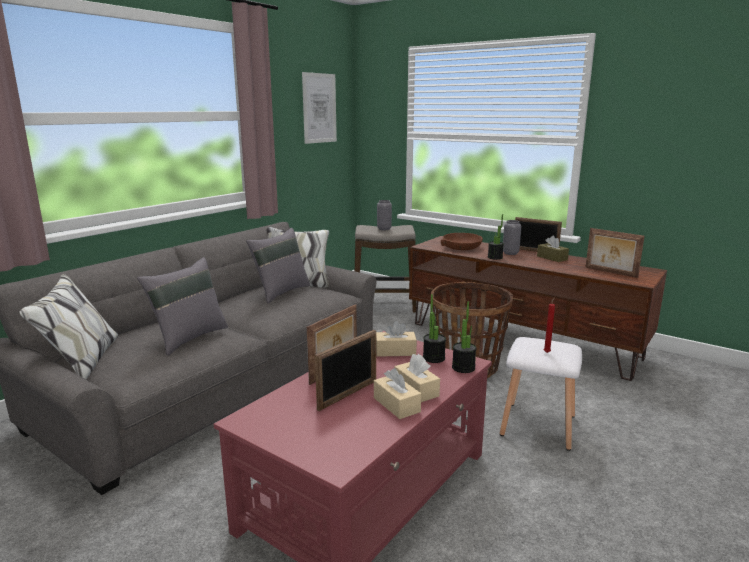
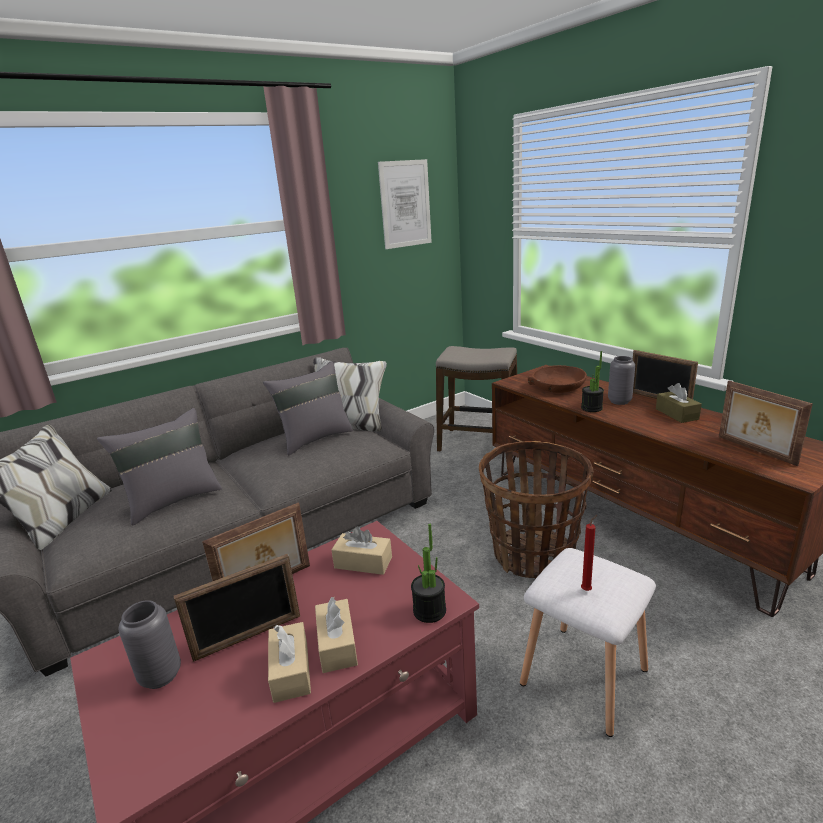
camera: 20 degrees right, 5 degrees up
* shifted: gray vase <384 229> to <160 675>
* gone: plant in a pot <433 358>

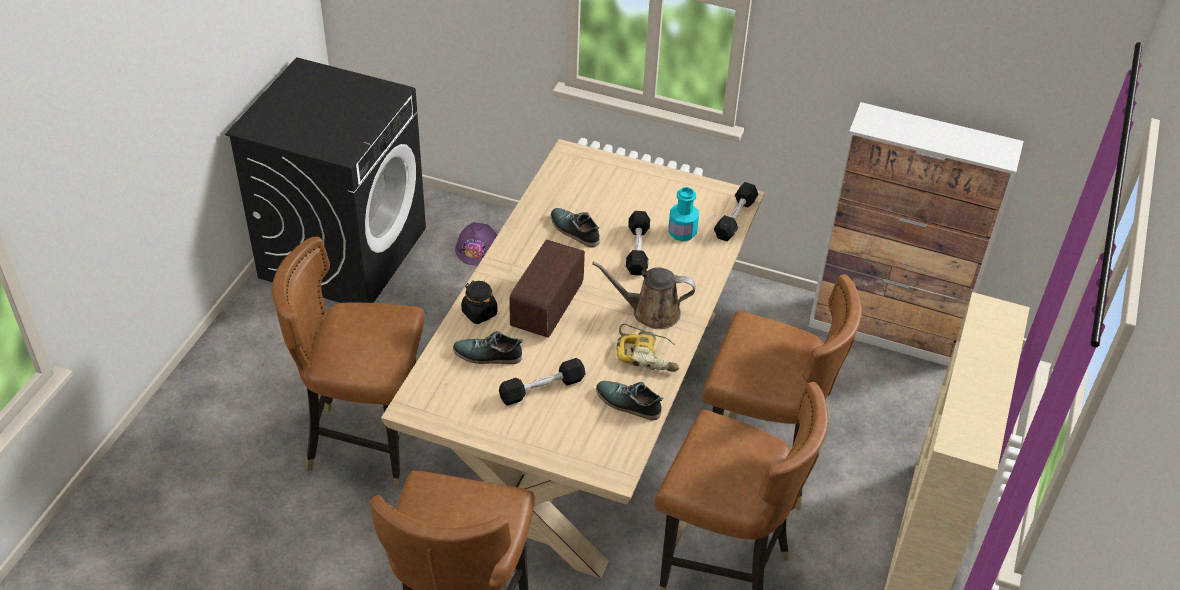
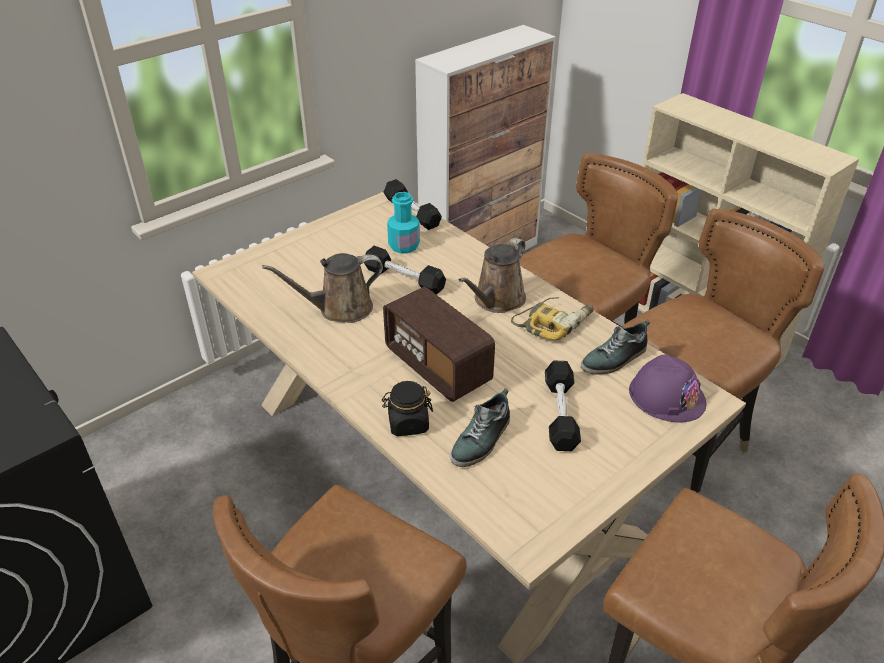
camera: 60 degrees left, 5 degrees down
* shifted: purple-coloured safety helmet <478 248> to <667 396>
* swapped: shoe <574 231> to brown sprinkling can <340 309>

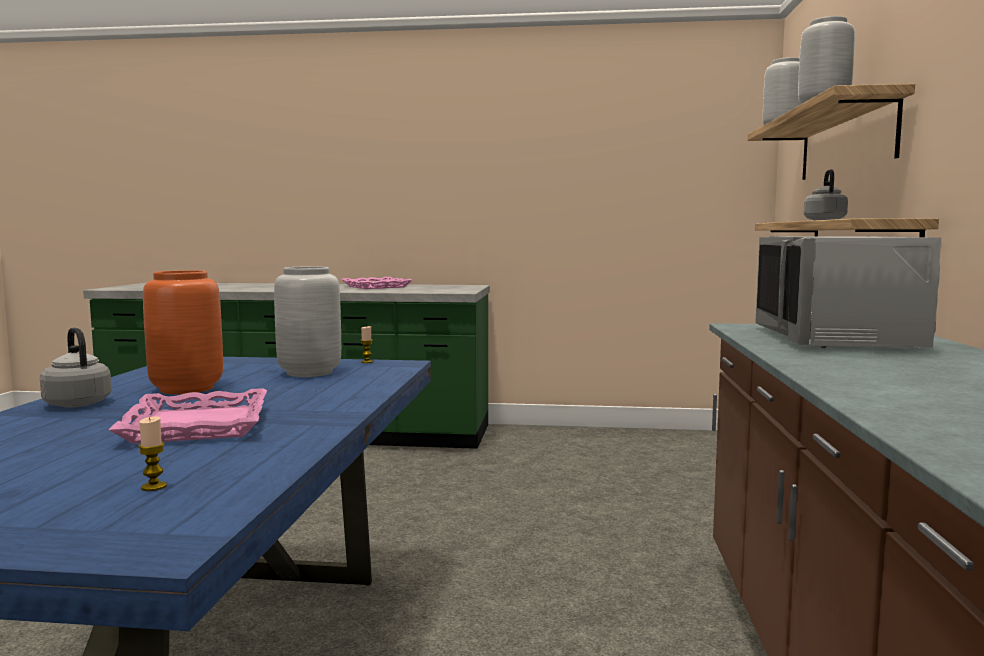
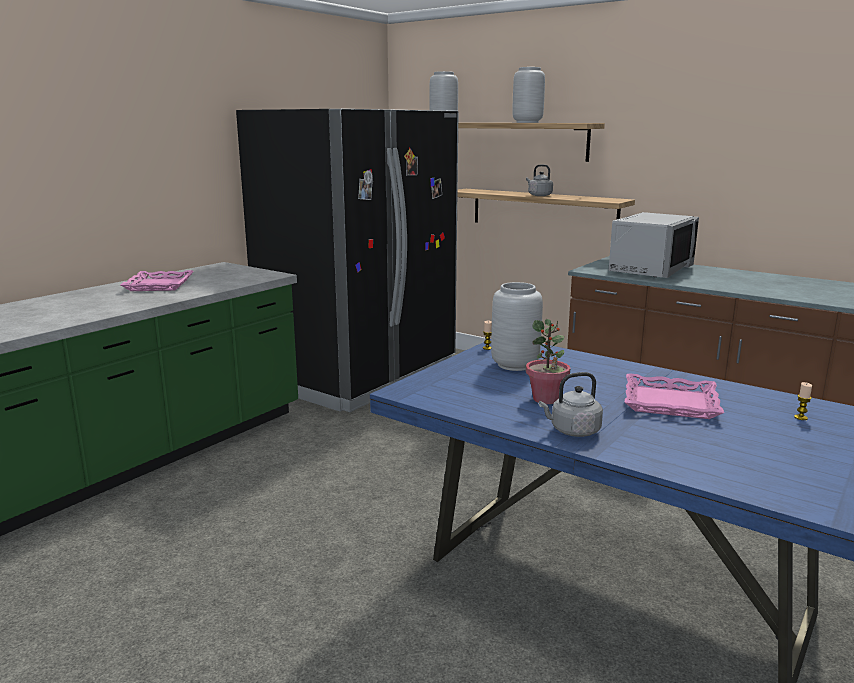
camera: 60 degrees left, 10 degrees up
* swapped: orange vase <187 389> to plant in a pot <546 399>
* rotated: gray microwave <837 339> = <649 270> 90 degrees counterclockwise
* new: blackish fridge <361 376>

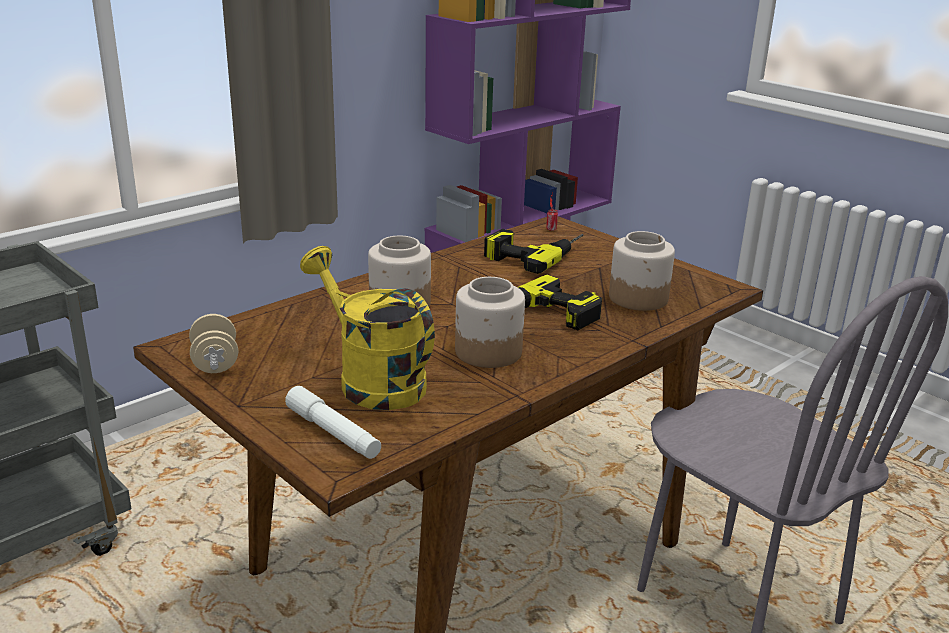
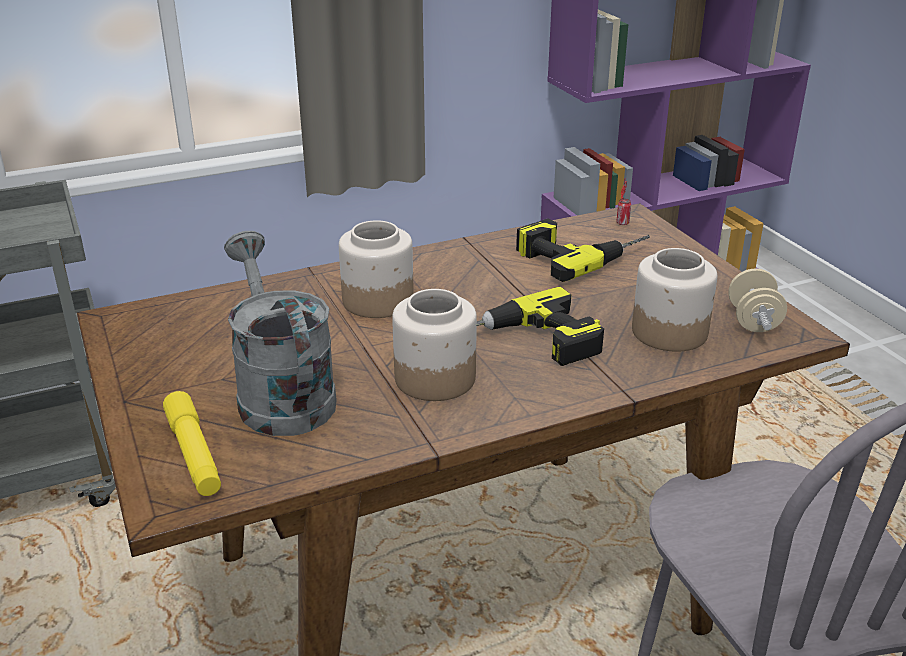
camera: 20 degrees right, 5 degrees up
* shifted: beige free weight <215 363> to <753 321>
* repainted: white flashlight <333 433> to yellow-coloured flashlight <194 454>
* repainted: yellow-coloured sprinkling can <372 380> to gray sprinkling can <281 394>

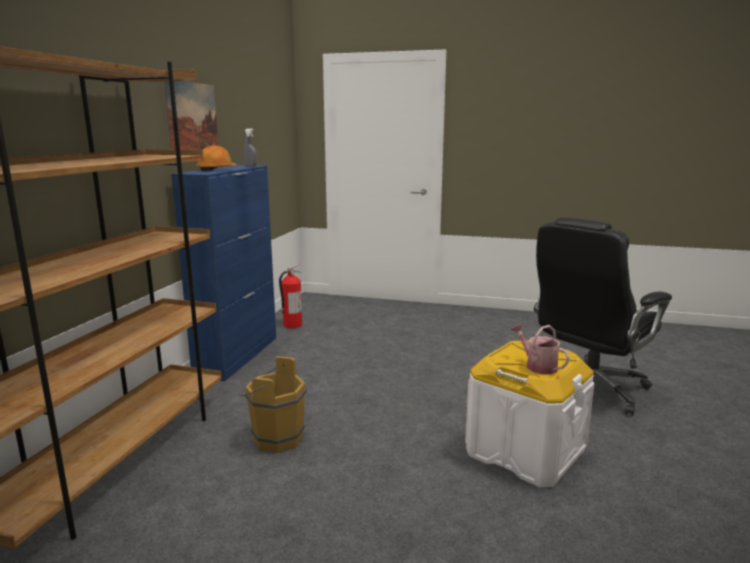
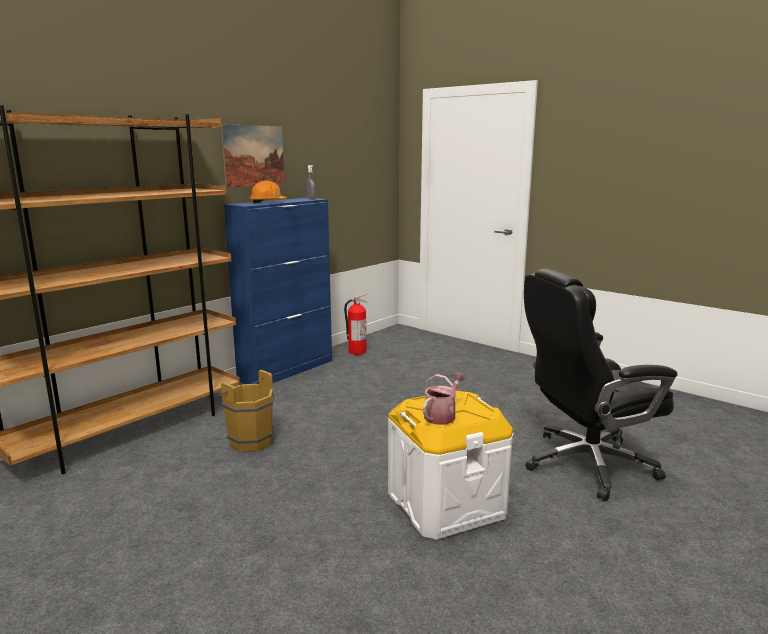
camera: 25 degrees right, 0 degrees up
* rotated: sprinkling can <537 366> = <442 416> 45 degrees clockwise

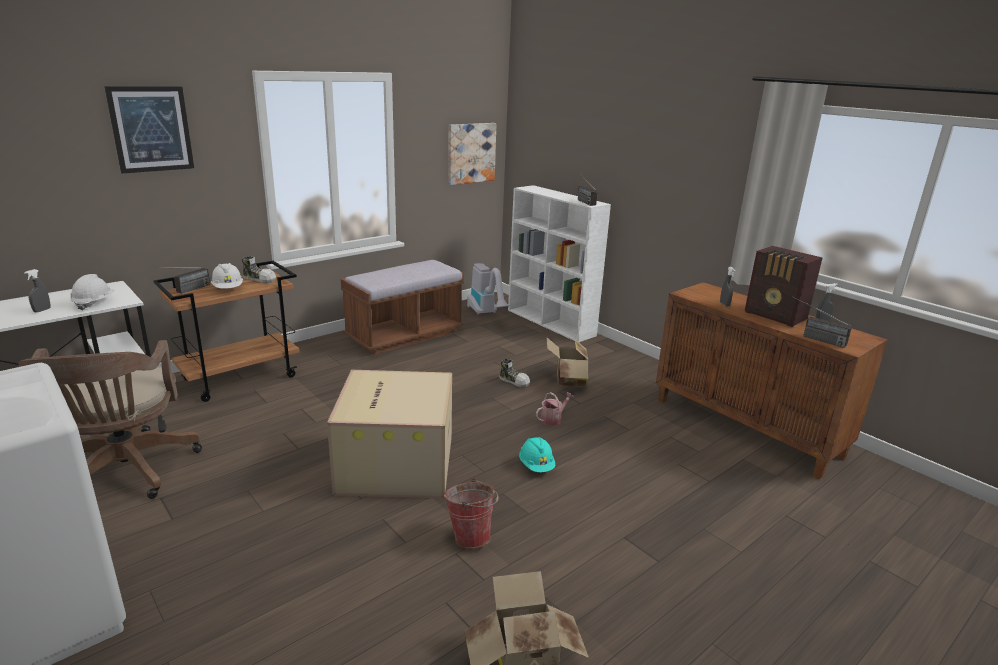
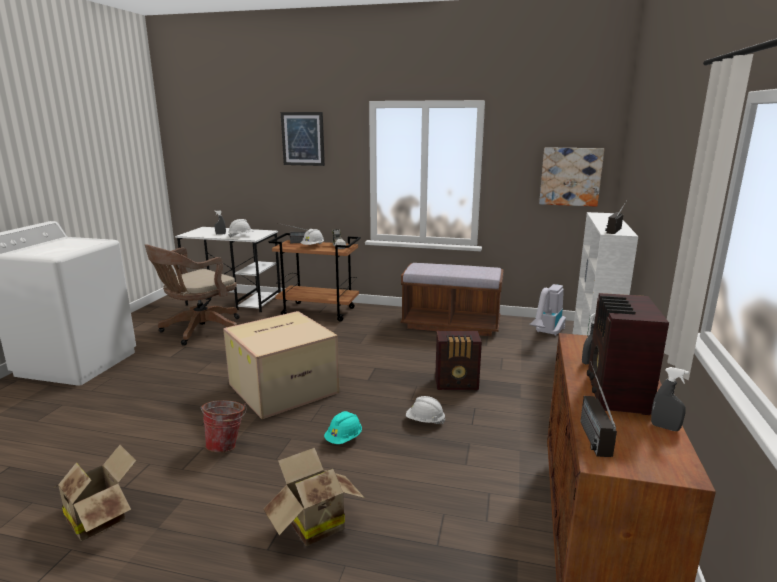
camera: 55 degrees right, 5 degrees down
* swapped: shoe <514 381> to radio set <457 384>
* swapped: sprinkling can <553 419> to white safety helmet <425 421>
* shifted: packing box <567 381> to <312 524>

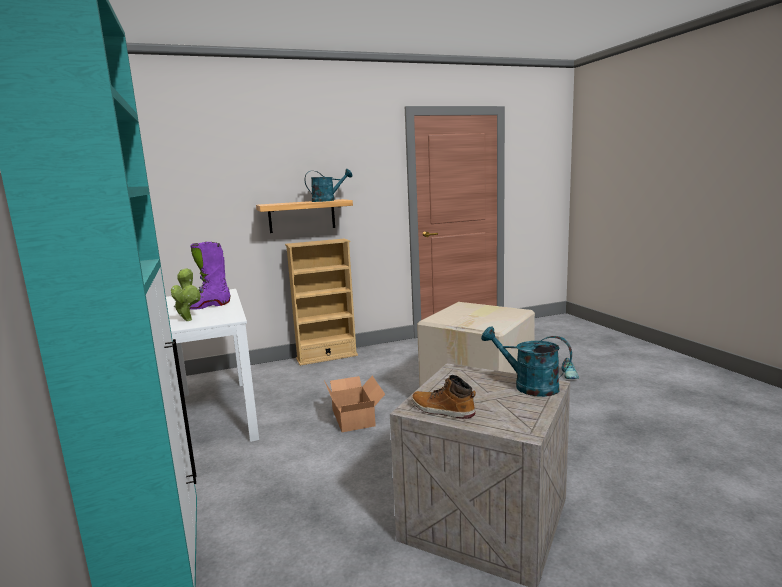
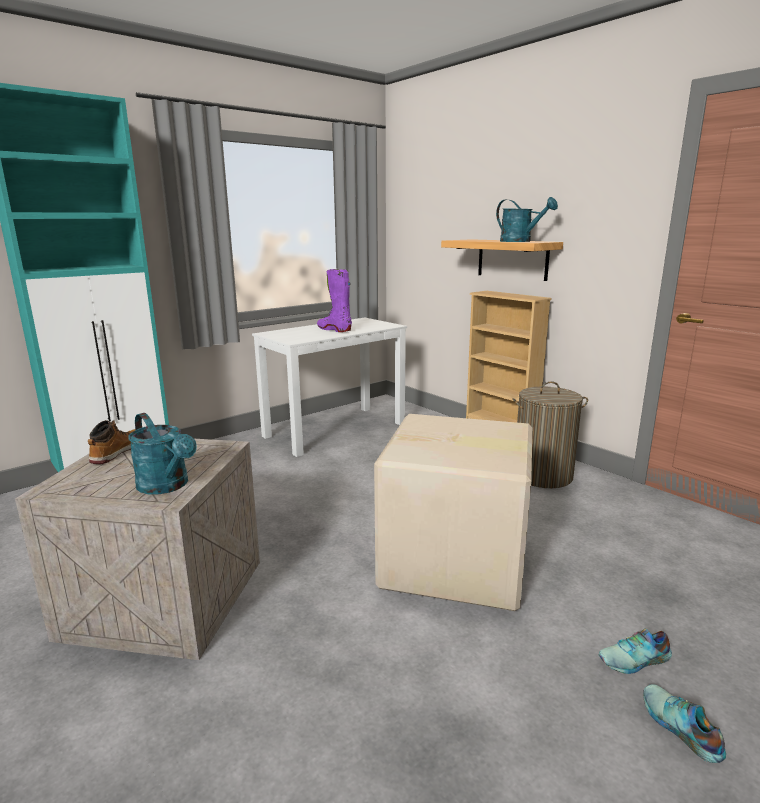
camera: 70 degrees right, 5 degrees up
* gone: plant in a pot <188 319>
* gone: packing box <355 417>
* rotated: turquoise sprinkling can <528 386> = <167 486> 120 degrees clockwise
* new: hamper <543 475>
* new: shoe <679 728>

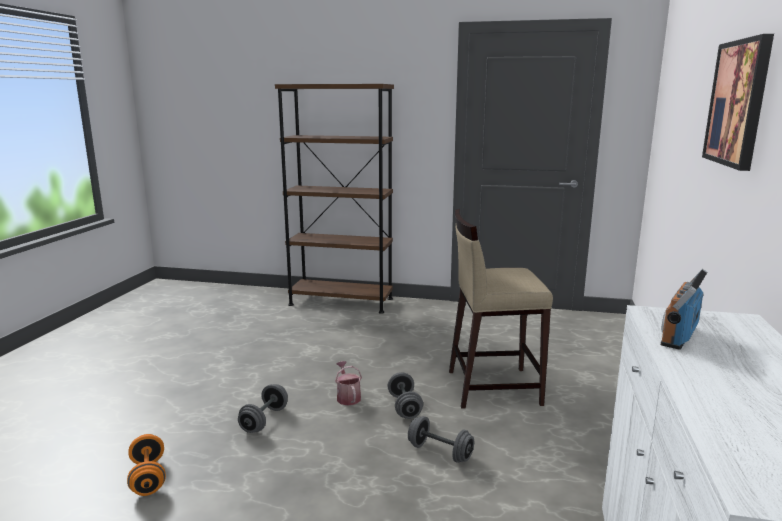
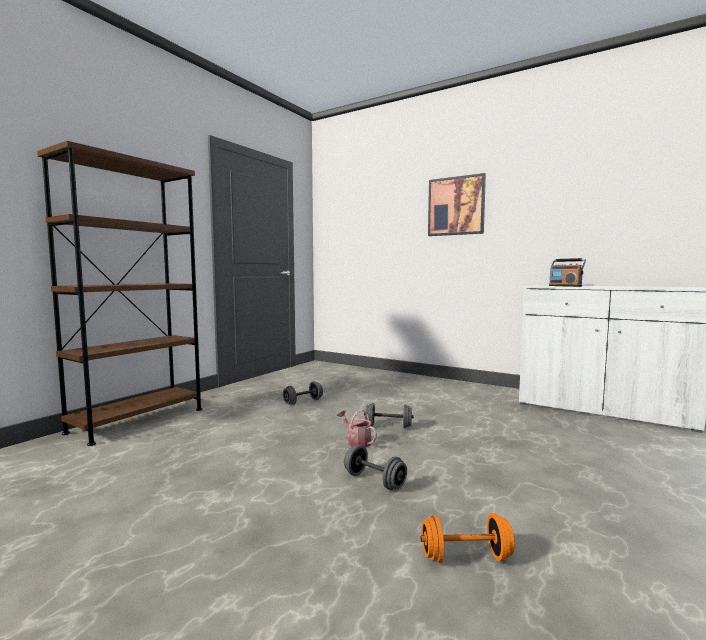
camera: 70 degrees left, 10 degrees down
* rotated: sprinkling can <347 397> = <357 442> 45 degrees clockwise
* shifted: gray free weight <440 452> to <303 402>
* gone: beige stool <492 387>

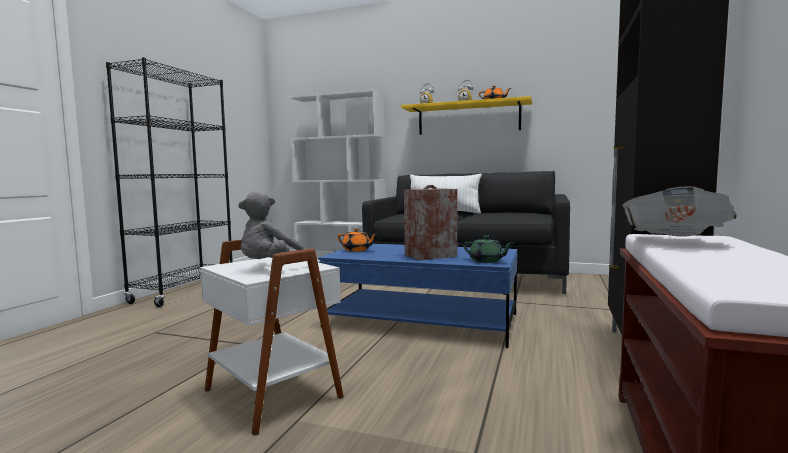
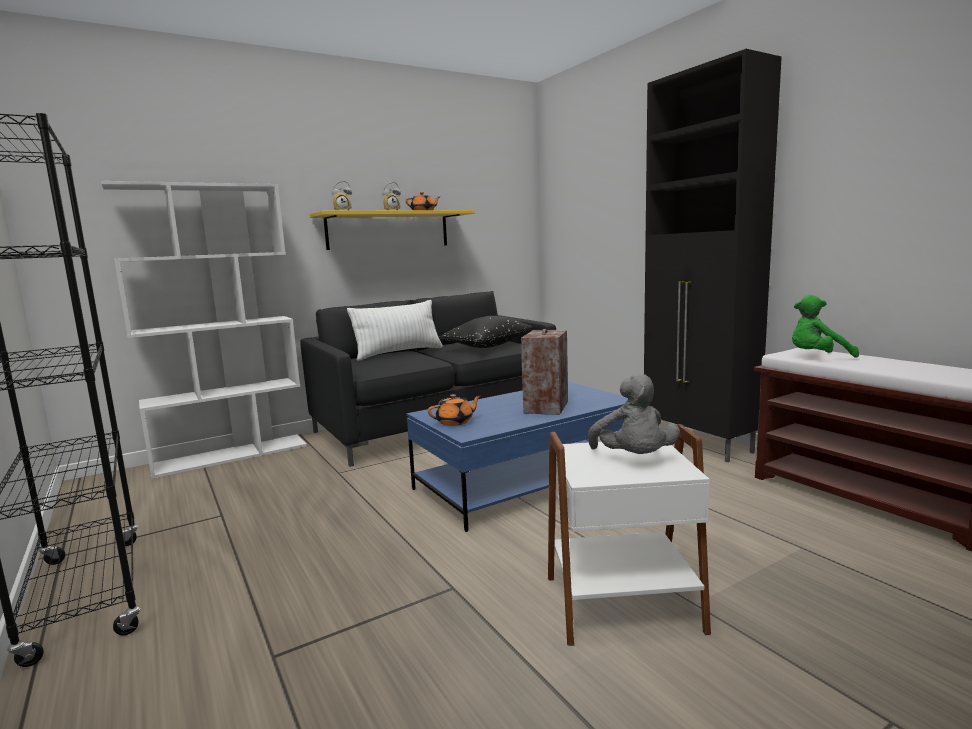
camera: 50 degrees left, 5 degrees up
* gone: green-coloured teapot <486 261>
* swapped: printed paper <675 241> to green-coloured soft toy <817 357>
* new: blackish throw pillow <489 346>

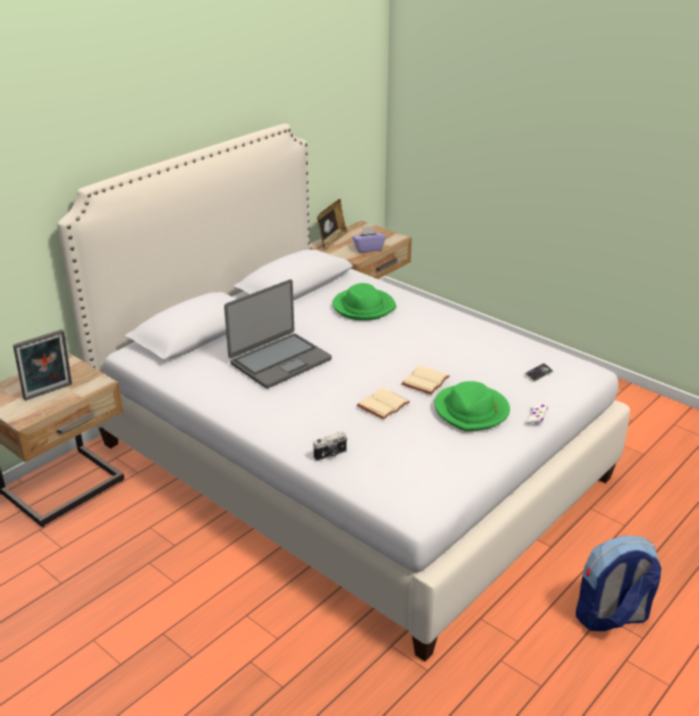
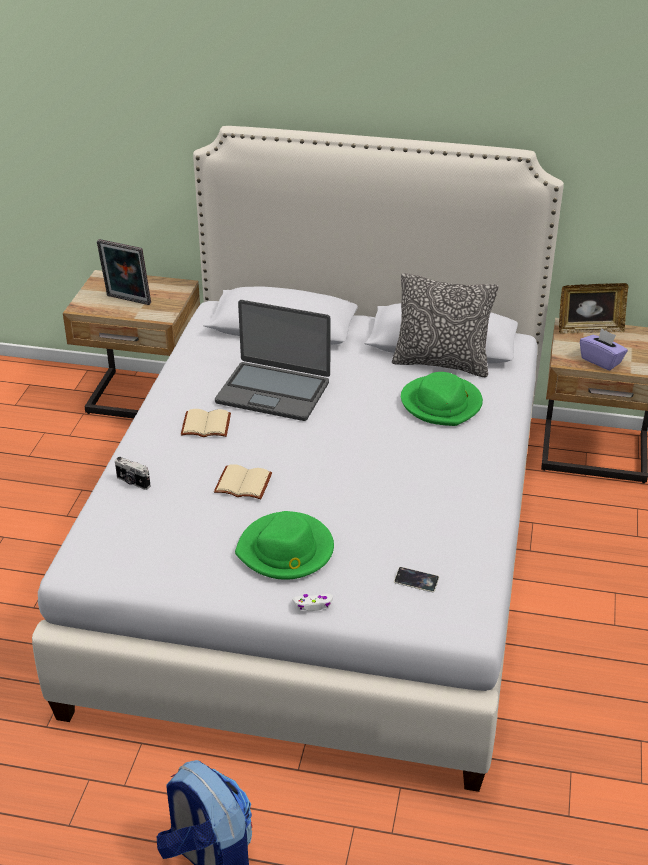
camera: 60 degrees right, 5 degrees up
* shifted: beige bound book <426 382> to <205 426>
* new: throw pillow <441 363>

